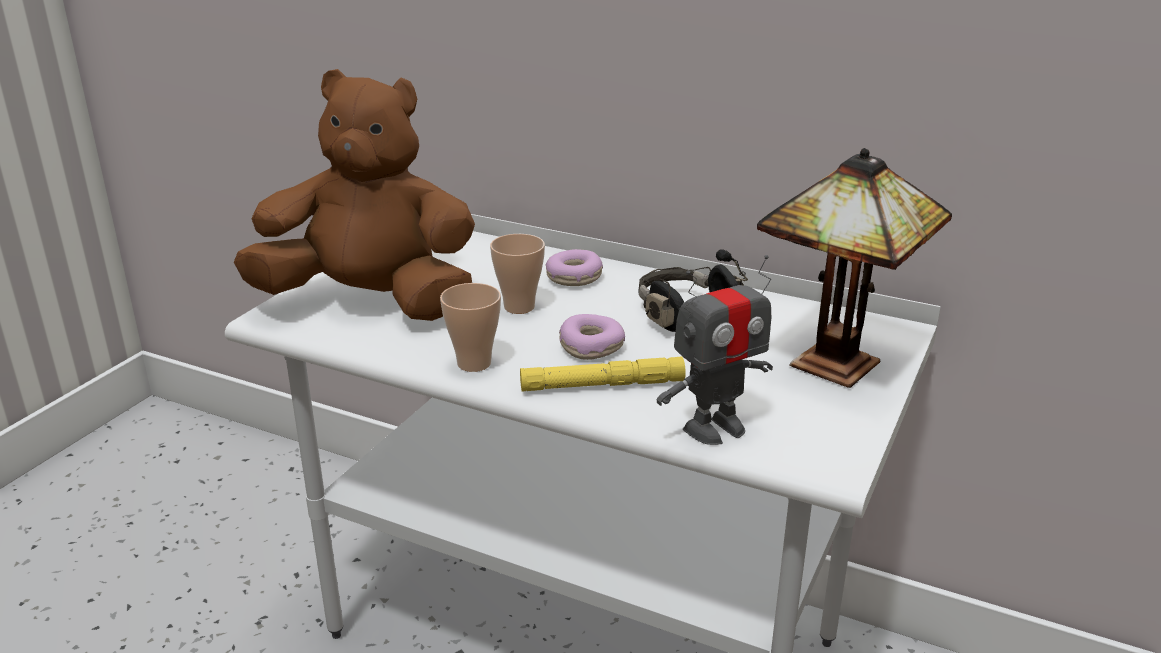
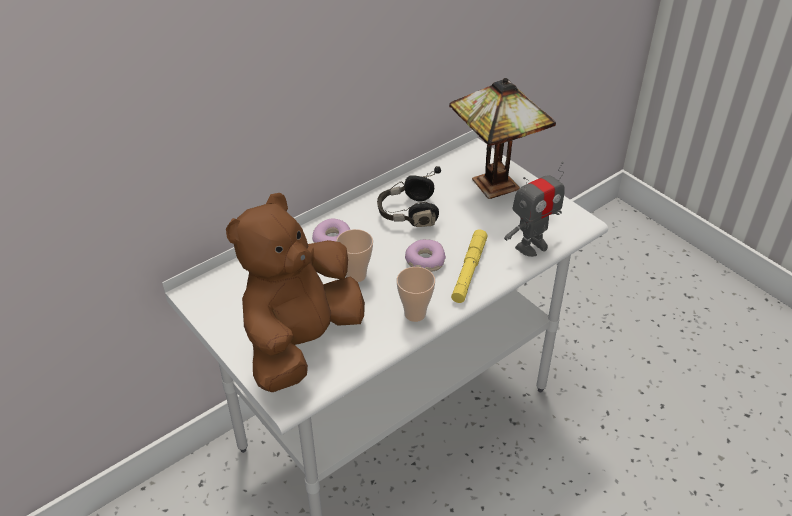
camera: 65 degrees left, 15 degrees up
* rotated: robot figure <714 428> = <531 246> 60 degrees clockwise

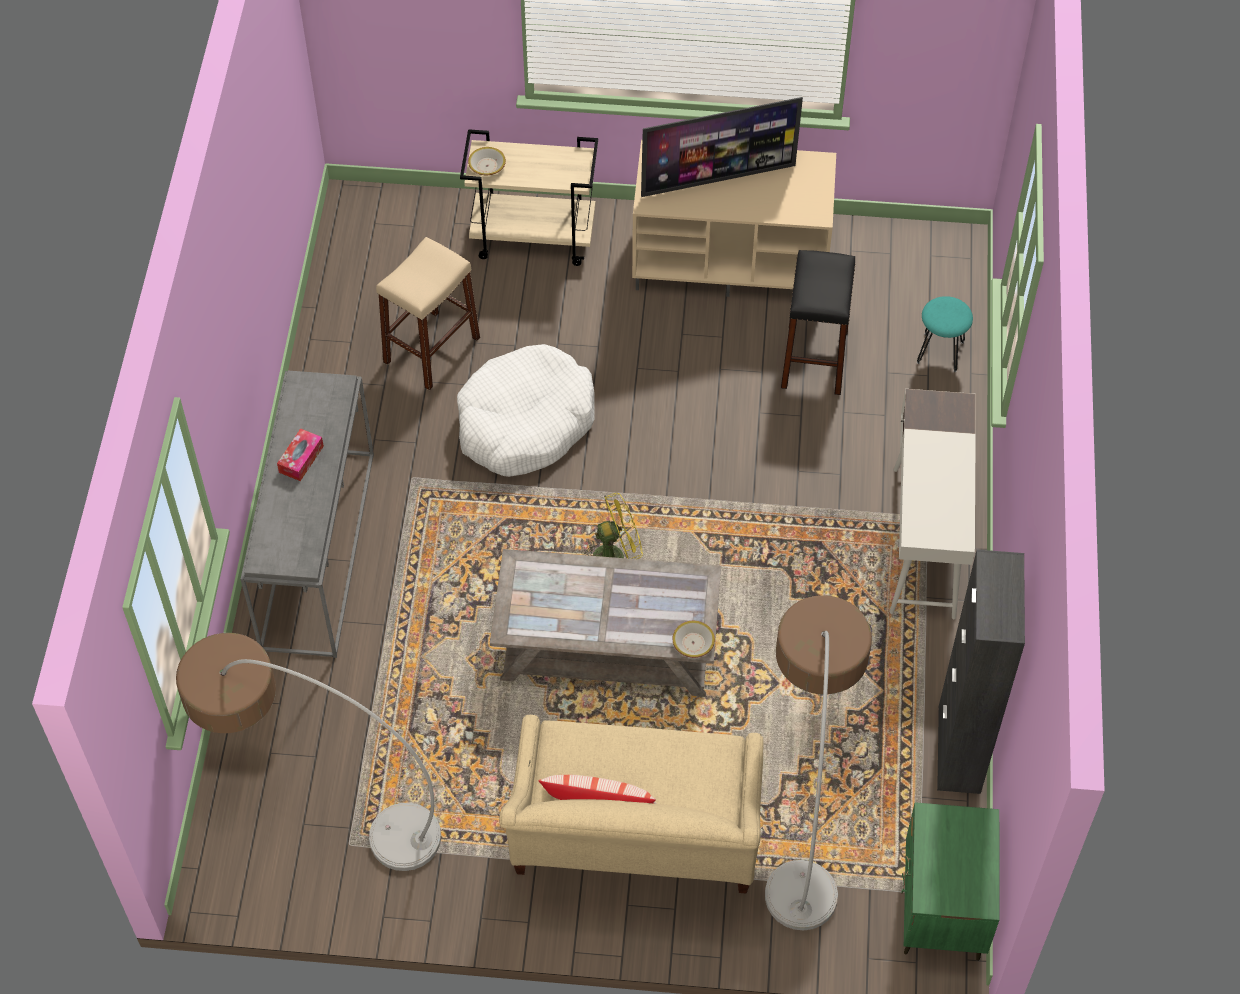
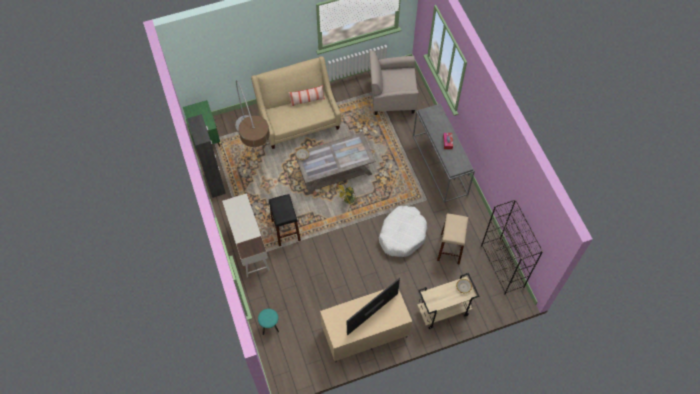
camera: 155 degrees right, 5 degrees up
* swapped: standard lamp <316 804> to beige lounge chair <391 97>
* shifted: blackish stool <814 359> to <286 230>
* new: blackish shelving unit <502 266>

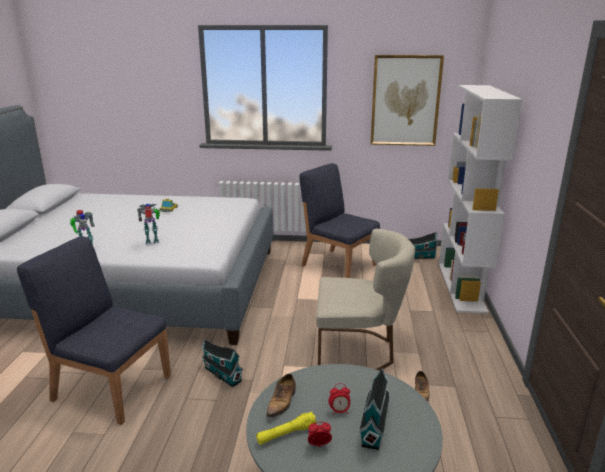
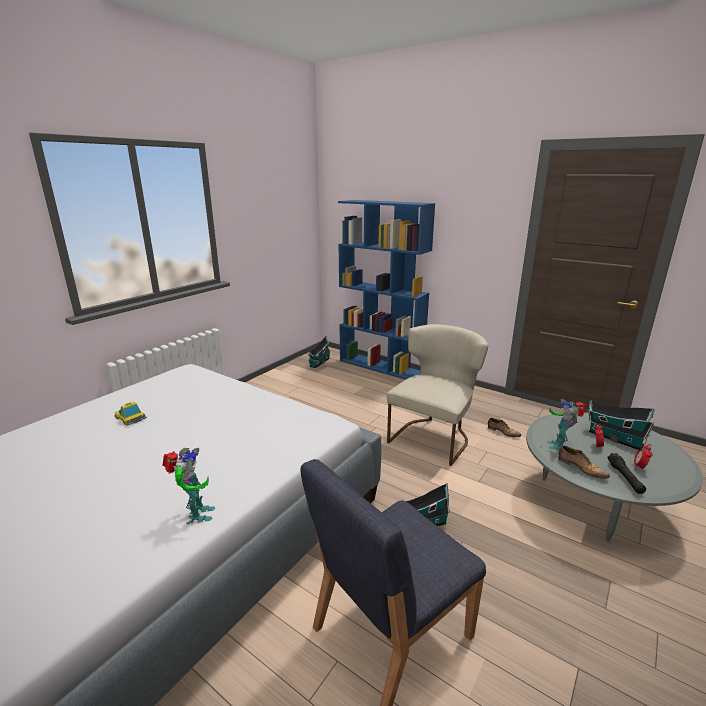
camera: 60 degrees left, 0 degrees up
* shifted: robot figure <153 242> to <559 445>
* repainted: yellow-coloured flashlight <286 434> to blackish flashlight <625 477>
* gone: blue chair <338 265>
* gone: picture <405 101>
* repainted: white shelving unit <462 286> to blue shelving unit <381 366>

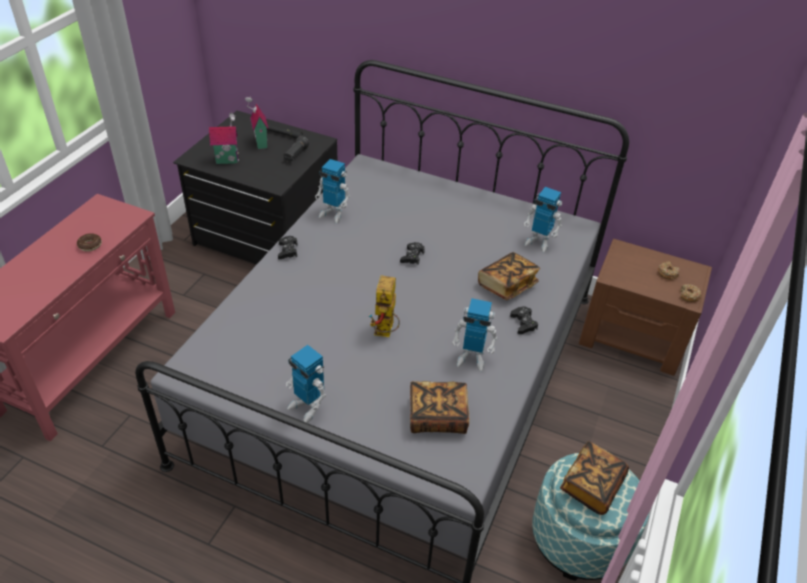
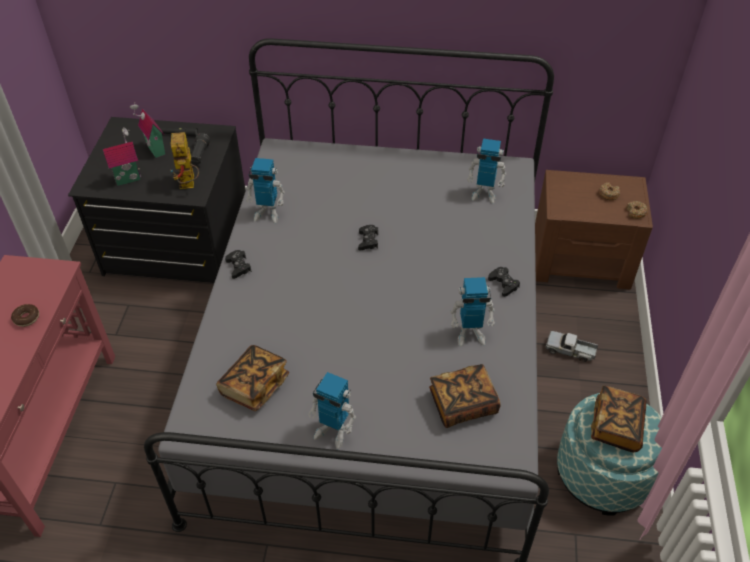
camera: 15 degrees left, 5 degrees up
* shifted: robot figure <385 333> to <189 185>
* shifted: bound book <507 285> to <254 386>
* new: model truck <570 350>

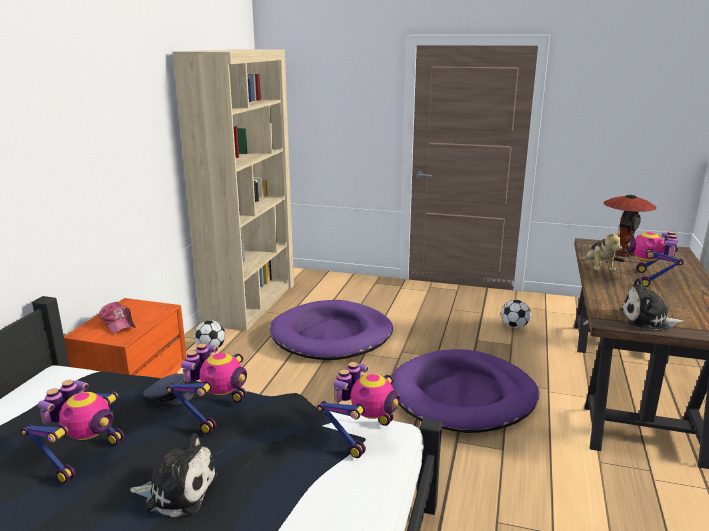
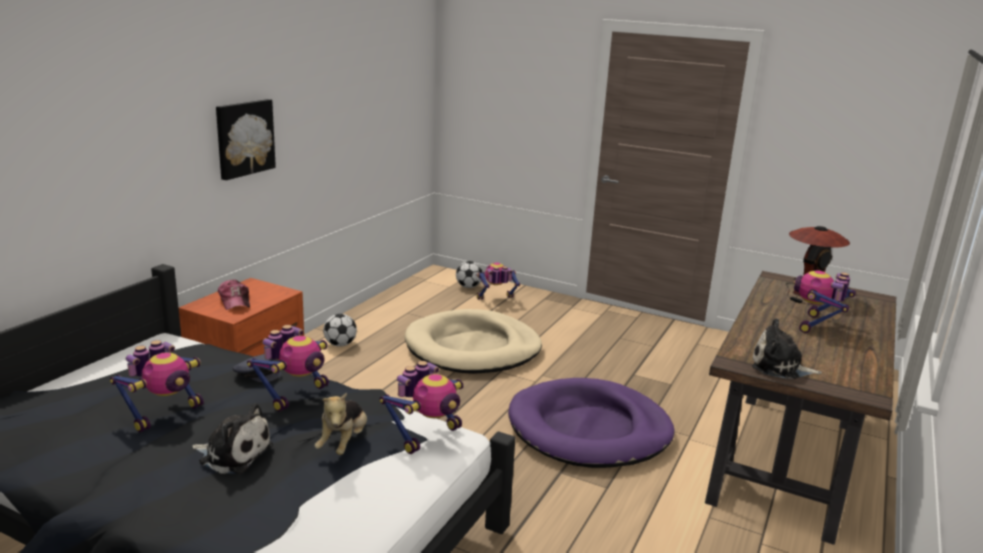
camera: 10 degrees right, 0 degrees up
* gone: beige shelving unit <250 303>
* repainted: purple-coloured dog bed <332 335> to beige dog bed <473 348>
* shifted: football ball <514 326> to <468 287>
* shifted: soft toy <598 269> to <343 443>
* new: picture <244 138>
* new: robot figure <496 300>

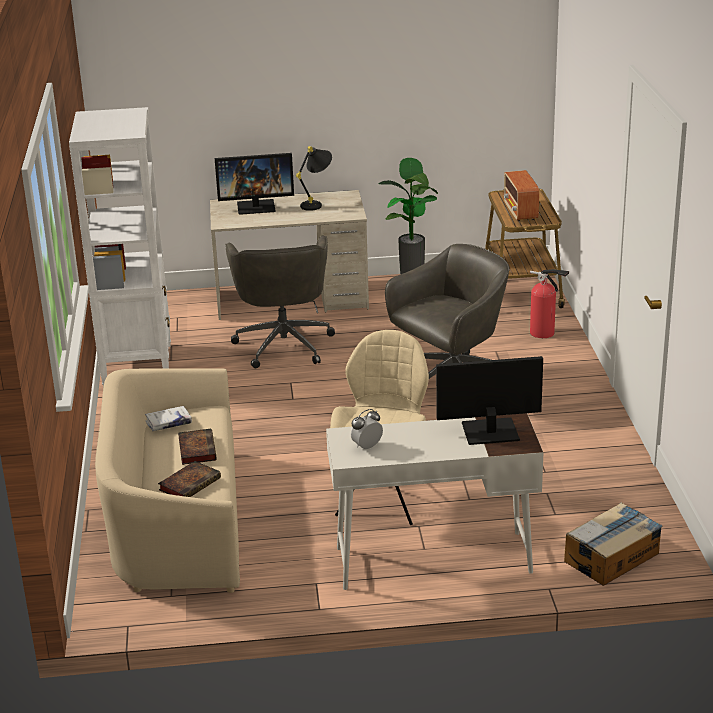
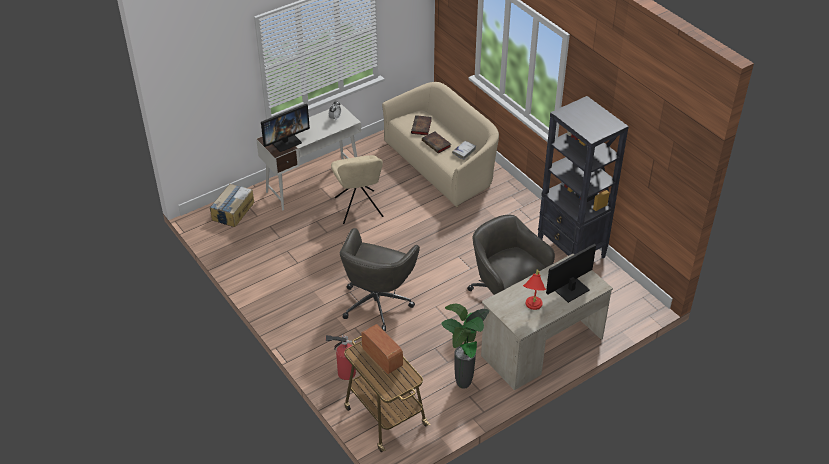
camera: 150 degrees right, 15 degrees up
* repainted: white shelving unit <138 365> to blackish shelving unit <571 251>
* repainted: blackish lamp for a table <317 204> to reddish lamp for a table <532 308>

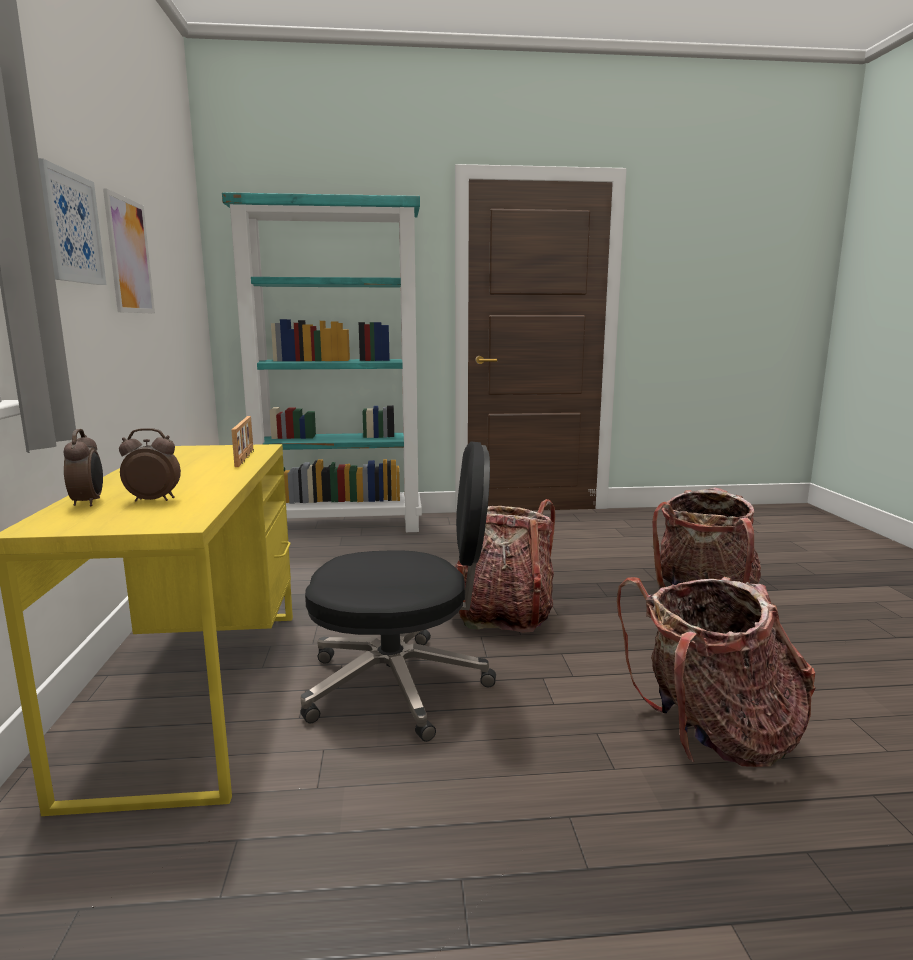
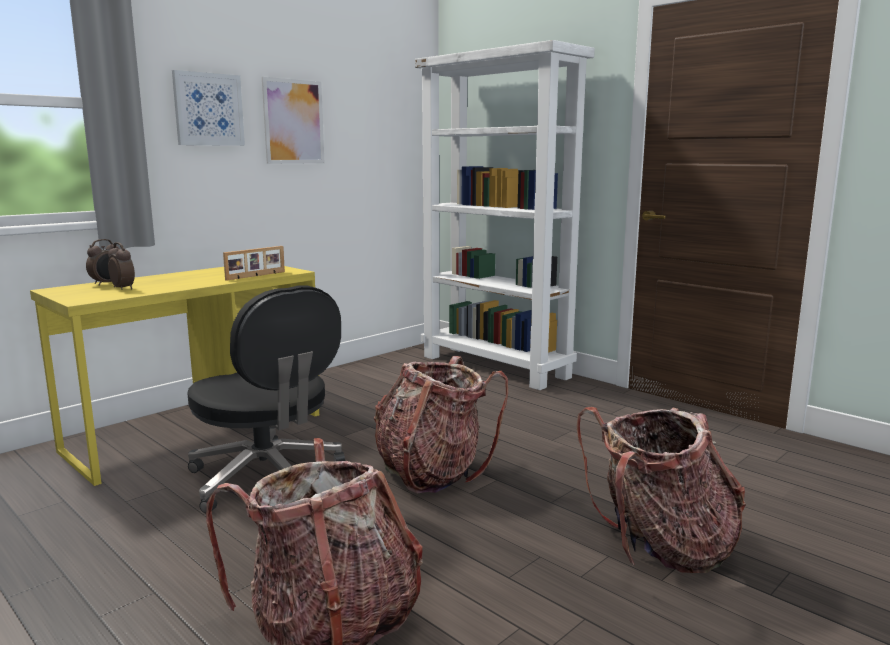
camera: 50 degrees right, 0 degrees up
* repainted: turquoise shelving unit <341 525> to white shelving unit <496 367>

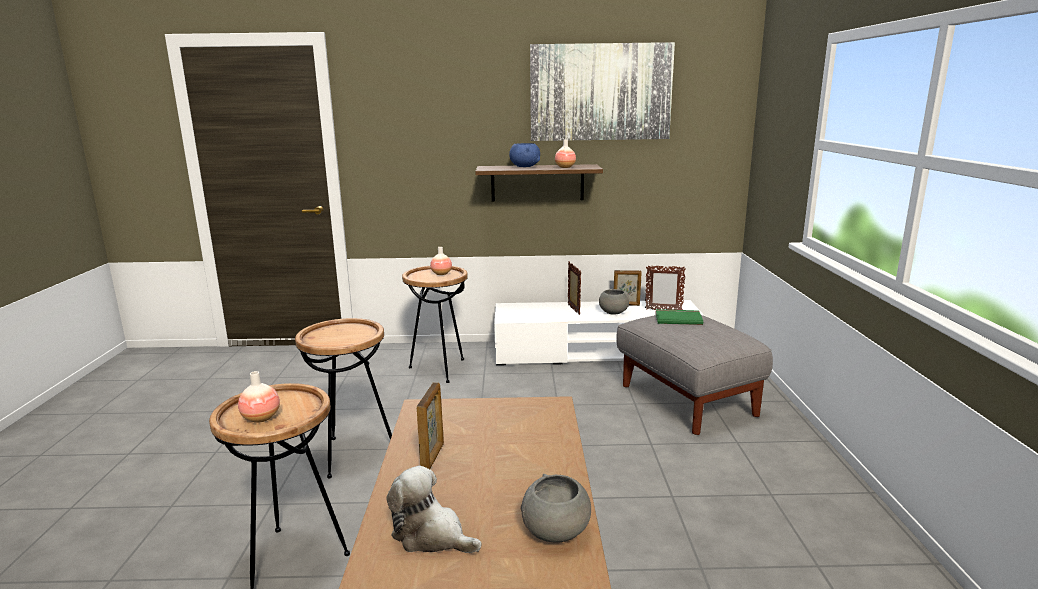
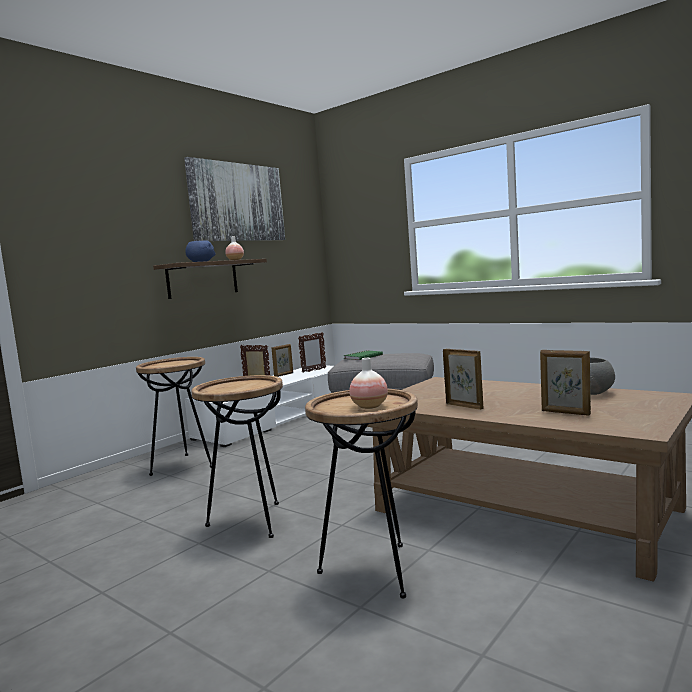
camera: 50 degrees left, 10 degrees down
* swapped: soft toy <431 535> to standing frame <565 412>
* gone: vase <441 274>
* gone: gray serving bowl <613 312>

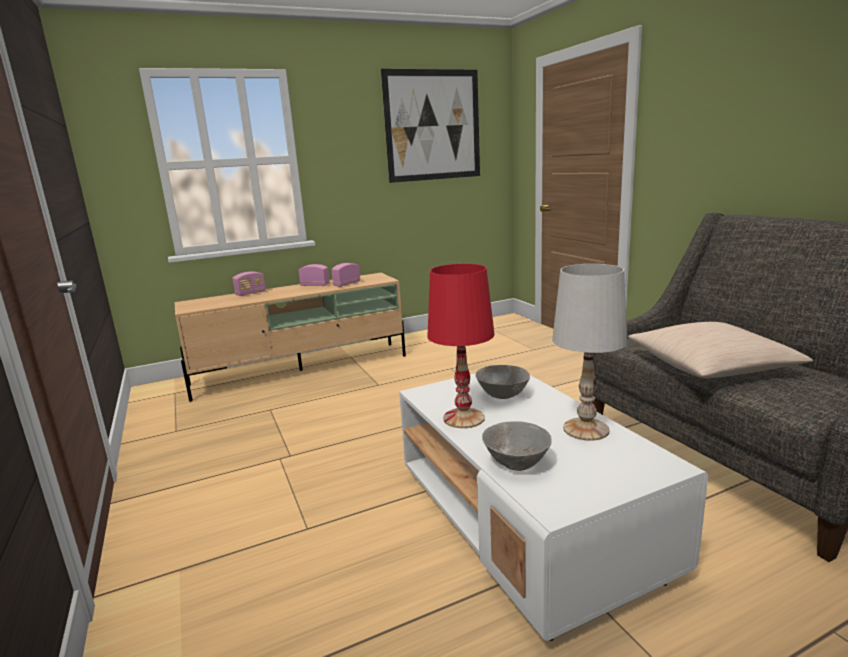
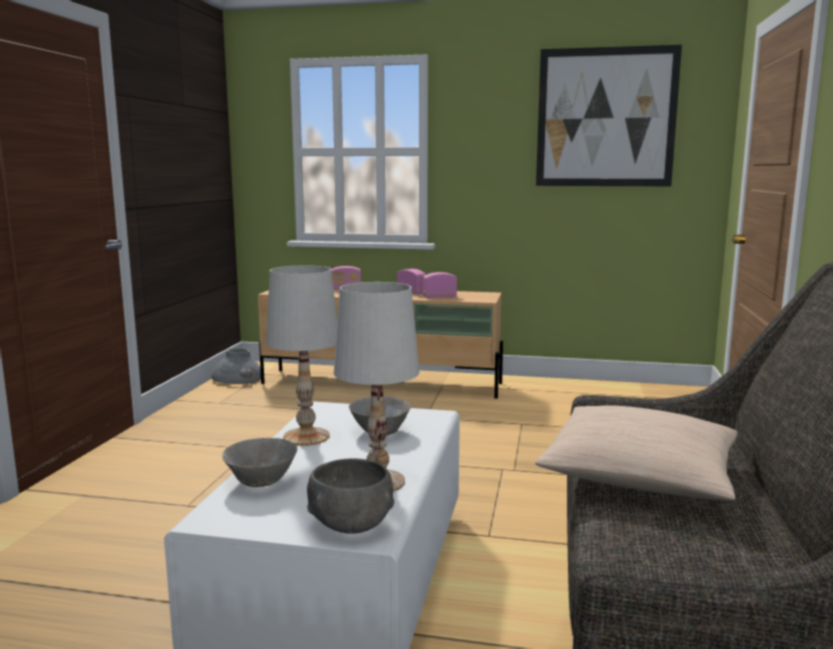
camera: 35 degrees right, 5 degrees down
* repainted: reddish lamp for a table <463 418> to white lamp for a table <307 436>
* new: gray vase <238 378>
* new: gray serving bowl <351 524>

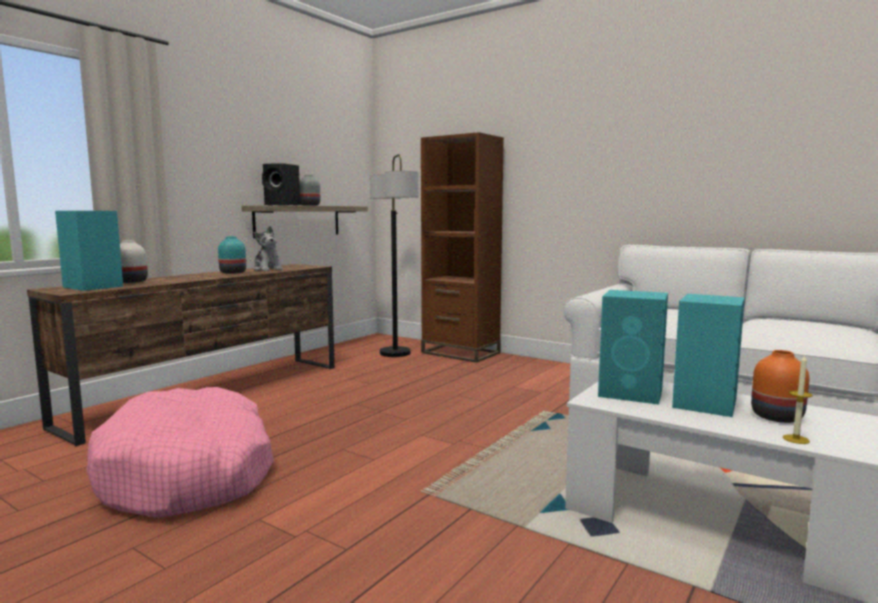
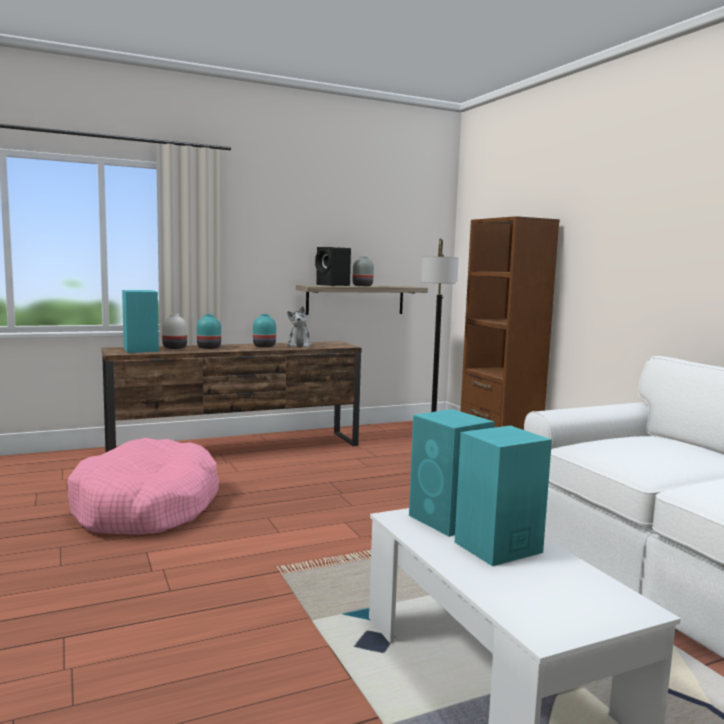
camera: 30 degrees right, 0 degrees up
* gone: orange vase <778 417>
* gone: candle <796 439>
* new: turquoise vase <208 347>

